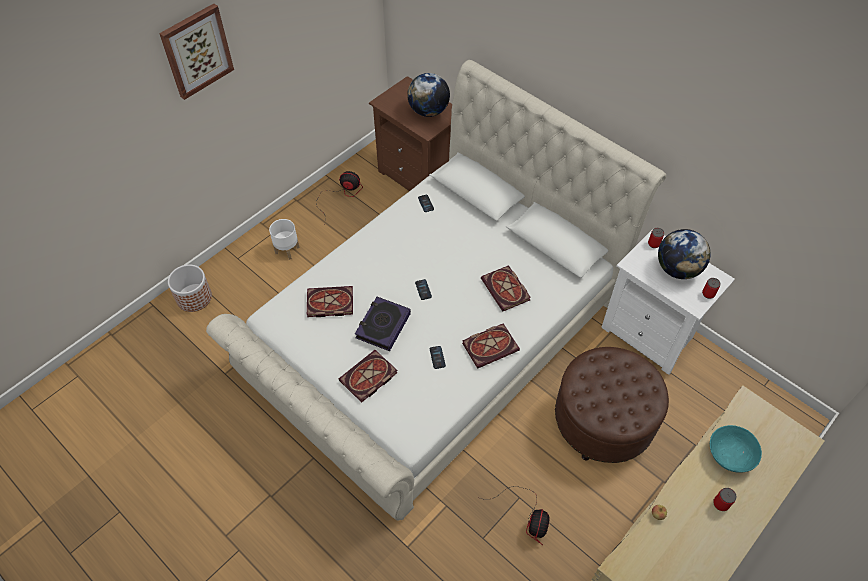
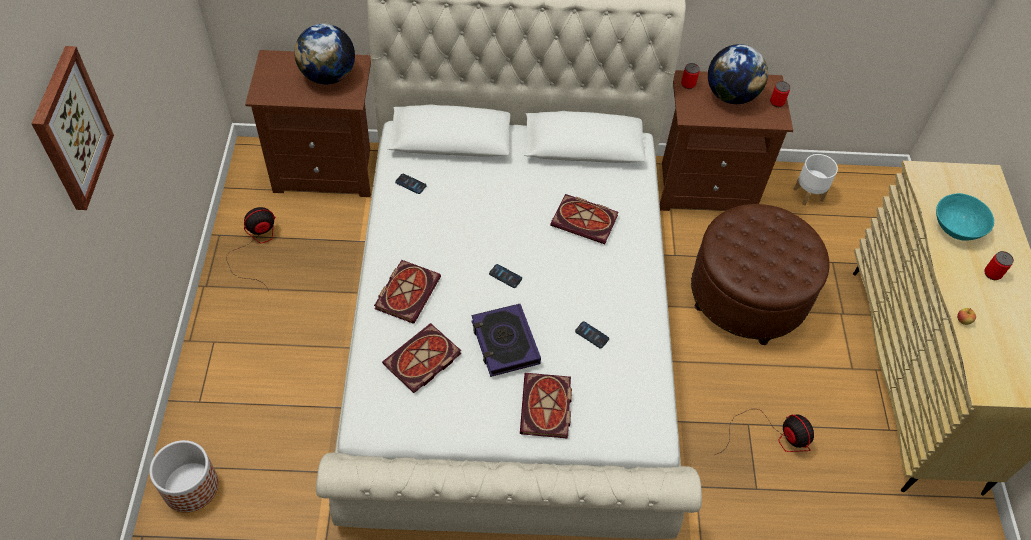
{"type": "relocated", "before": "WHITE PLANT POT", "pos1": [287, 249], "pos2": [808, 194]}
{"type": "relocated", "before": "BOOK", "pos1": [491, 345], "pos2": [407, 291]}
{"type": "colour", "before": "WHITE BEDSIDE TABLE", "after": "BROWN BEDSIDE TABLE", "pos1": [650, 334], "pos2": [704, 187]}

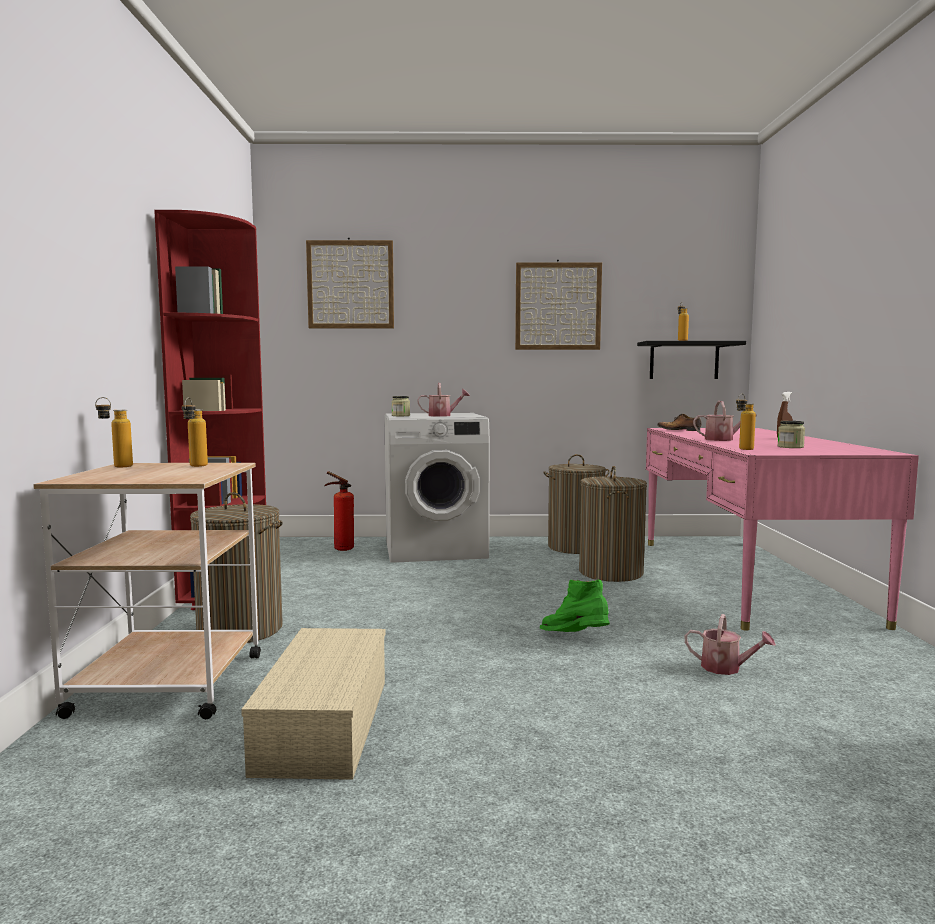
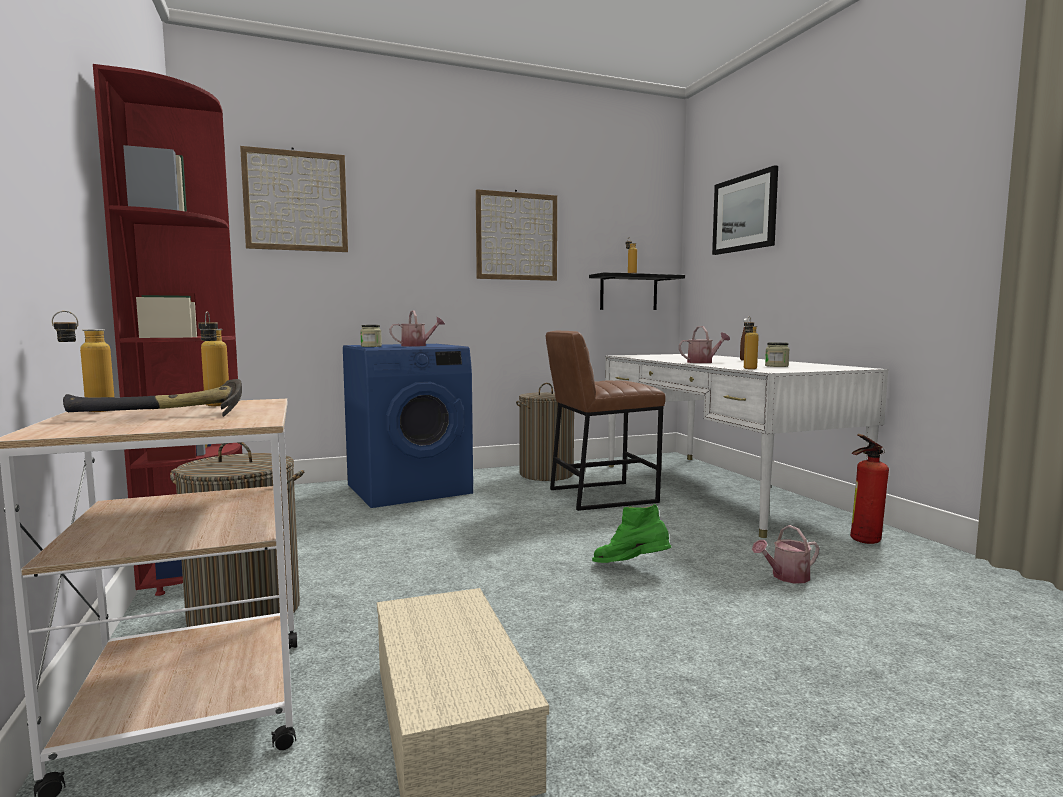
{"type": "missing", "before": "SHOE", "pos1": [679, 430]}
{"type": "appeared", "after": "HAMMER", "pos2": [163, 416]}
{"type": "appeared", "after": "WALL ART", "pos2": [744, 213]}
{"type": "relocated", "before": "FIRE EXTINGUISHER", "pos1": [340, 549], "pos2": [862, 541]}
{"type": "exchanged", "before": "WASHING BASKET", "after": "BROWN UPRIGHT CHAIR", "pos1": [610, 572], "pos2": [601, 496]}
{"type": "colour", "before": "WHITE LAUNDRY APPLIANCE", "after": "BLUE LAUNDRY APPLIANCE", "pos1": [435, 549], "pos2": [410, 489]}
{"type": "colour", "before": "PINKISH DESK UNIT", "after": "WHITE DESK UNIT", "pos1": [746, 578], "pos2": [718, 489]}
{"type": "spun", "before": "WATERING POT", "pos1": [726, 668], "pos2": [786, 577], "turn": 150}

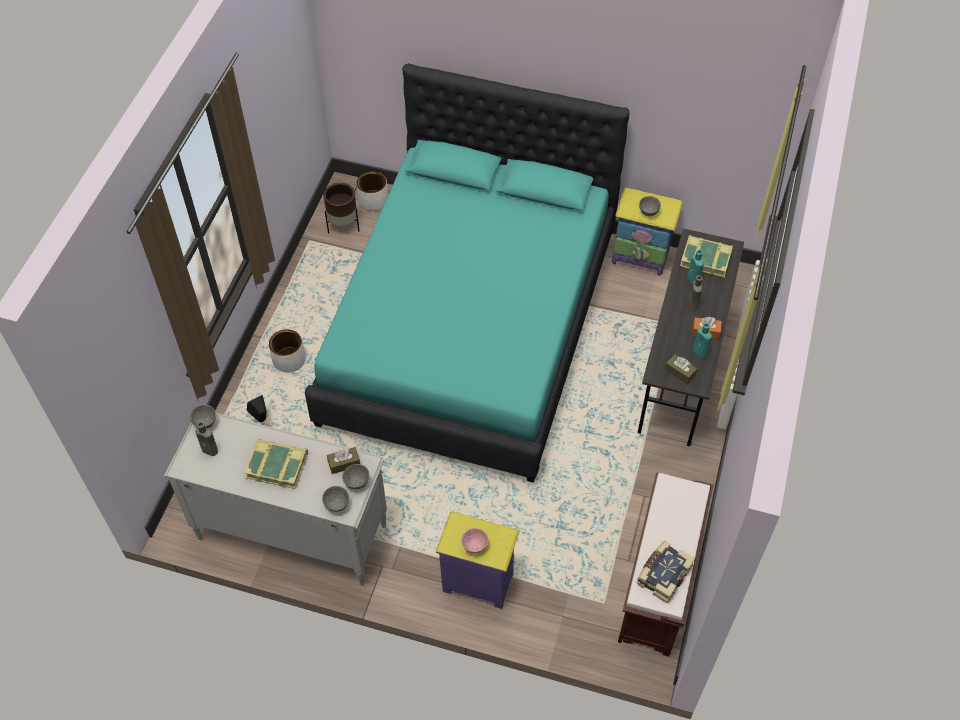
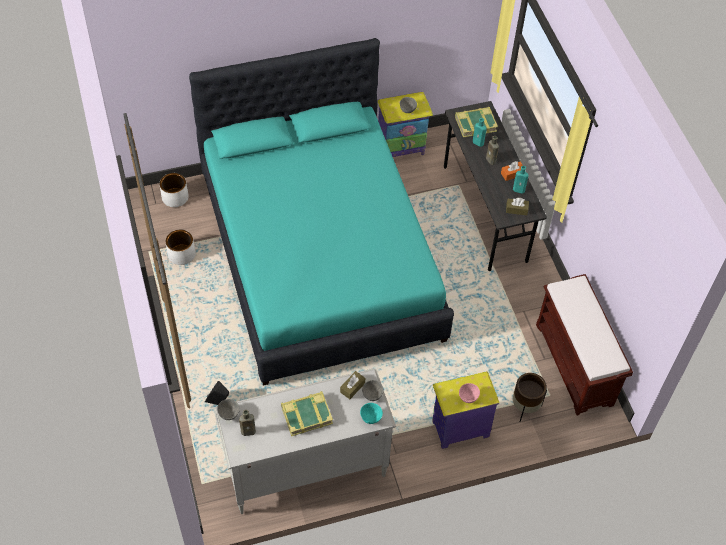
{"type": "missing", "before": "BOOK", "pos1": [663, 575]}
{"type": "relocated", "before": "WHITE PLANT POT", "pos1": [289, 359], "pos2": [181, 254]}
{"type": "relocated", "before": "BROWN PLANT POT", "pos1": [343, 225], "pos2": [524, 407]}
{"type": "colour", "before": "GREYISH BOWL", "after": "TURQUOISE-COLOURED BOWL", "pos1": [337, 505], "pos2": [371, 418]}

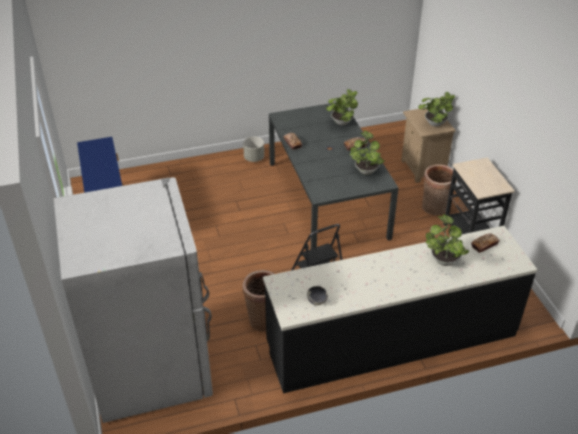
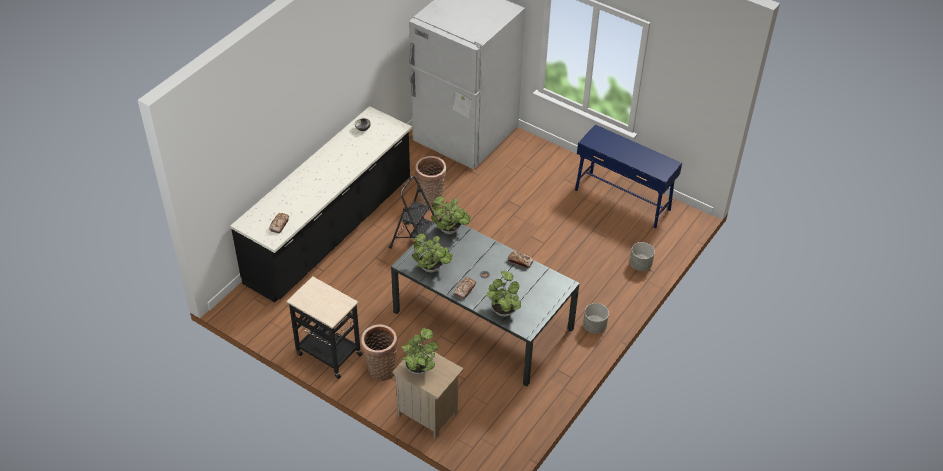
{"type": "appeared", "after": "GREYISH PLANT POT", "pos2": [640, 265]}
{"type": "relocated", "before": "HOUSEPLANT", "pos1": [443, 259], "pos2": [451, 230]}

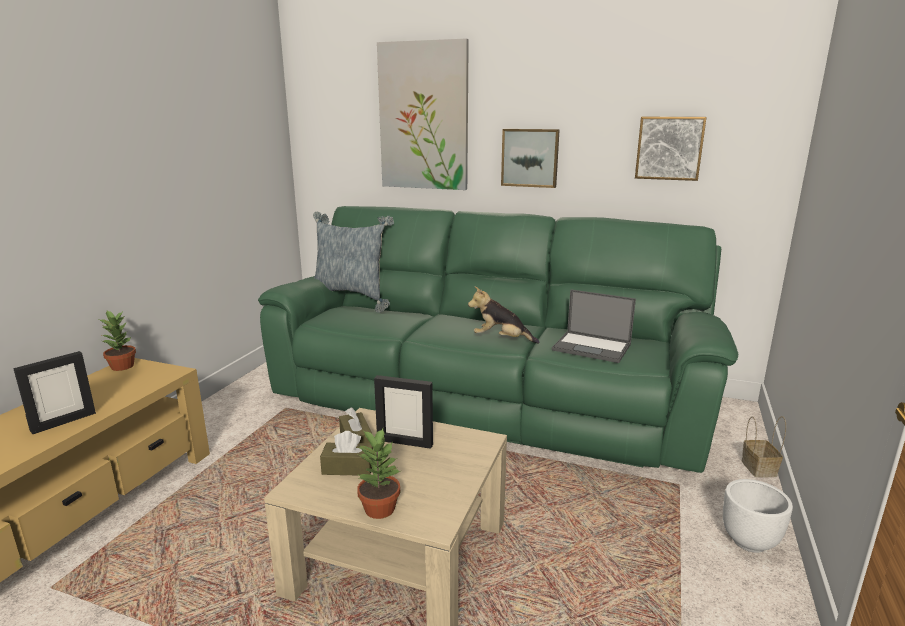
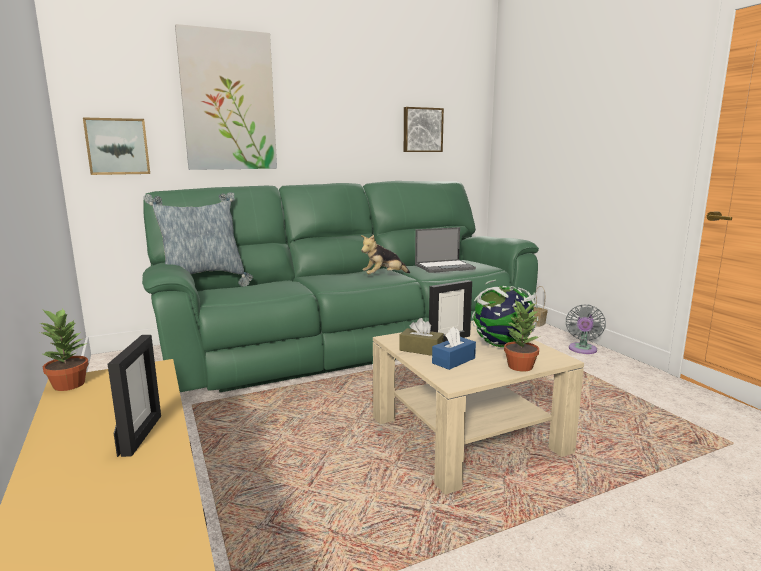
{"type": "appeared", "after": "GLOBE", "pos2": [502, 345]}
{"type": "relocated", "before": "WALL ART", "pos1": [530, 157], "pos2": [117, 146]}
{"type": "exchanged", "before": "WHITE PLANT POT", "after": "GREYISH COOLING FAN", "pos1": [750, 542], "pos2": [582, 350]}
{"type": "colour", "before": "BROWN BOX OF TISSUES", "after": "BLUE BOX OF TISSUES", "pos1": [348, 467], "pos2": [453, 361]}

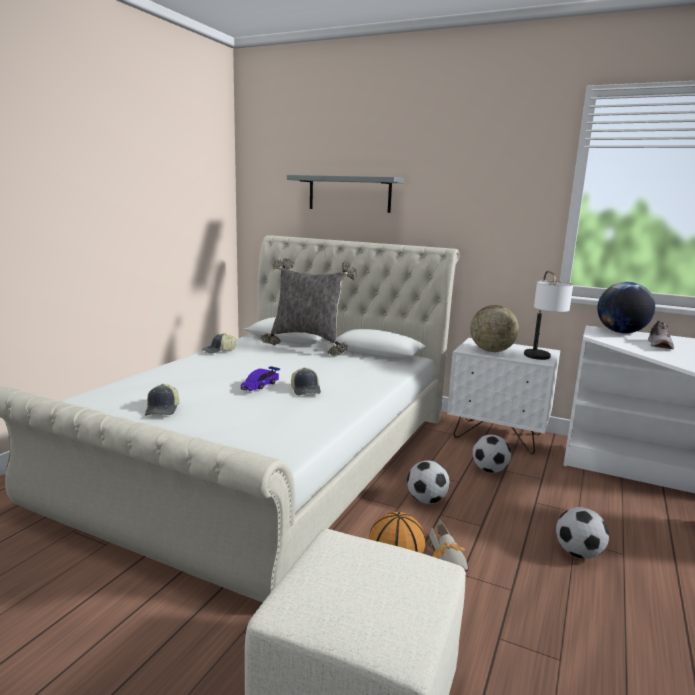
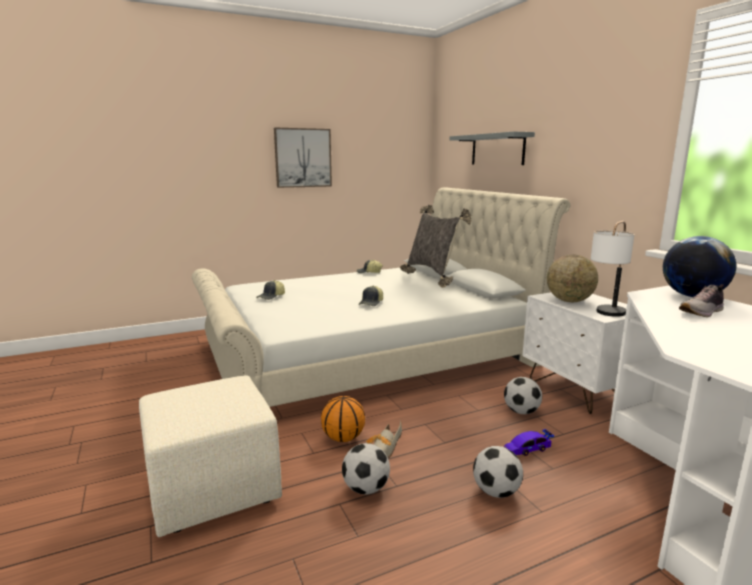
{"type": "appeared", "after": "WALL ART", "pos2": [303, 158]}
{"type": "relocated", "before": "TOY CAR", "pos1": [260, 385], "pos2": [527, 449]}
{"type": "relocated", "before": "FOOTBALL BALL", "pos1": [426, 500], "pos2": [366, 489]}

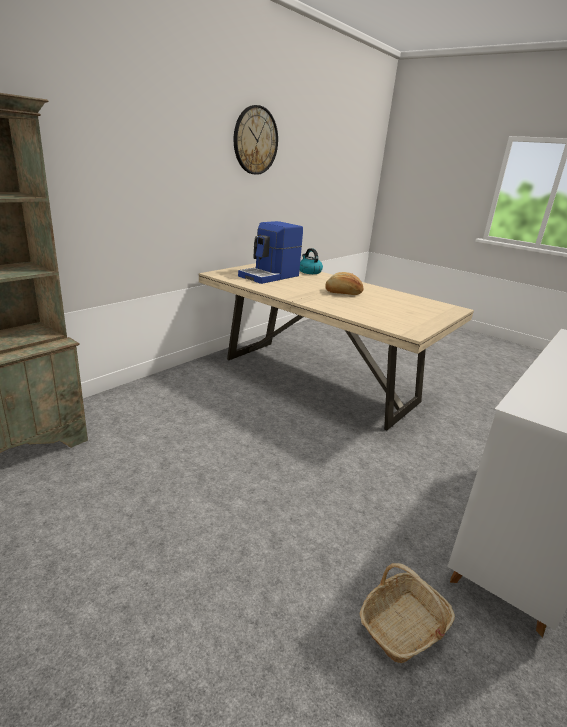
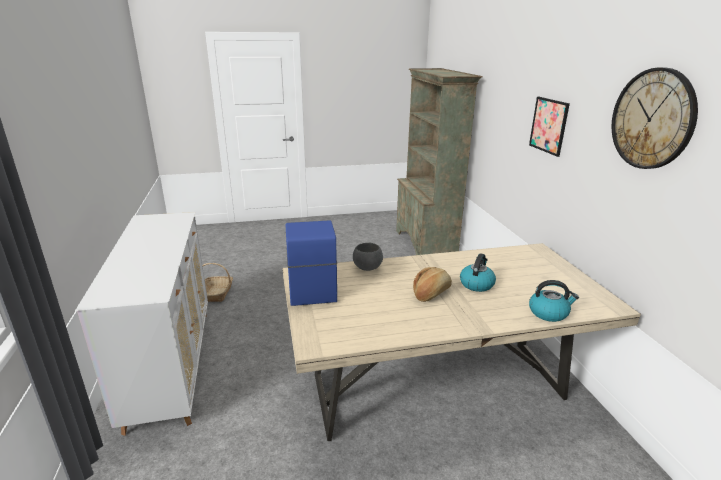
{"type": "appeared", "after": "GREYISH BOWL", "pos2": [368, 268]}
{"type": "appeared", "after": "KETTLE", "pos2": [476, 284]}
{"type": "appeared", "after": "WALL ART", "pos2": [549, 125]}
{"type": "relocated", "before": "COFFEE BREWER", "pos1": [270, 276], "pos2": [310, 285]}

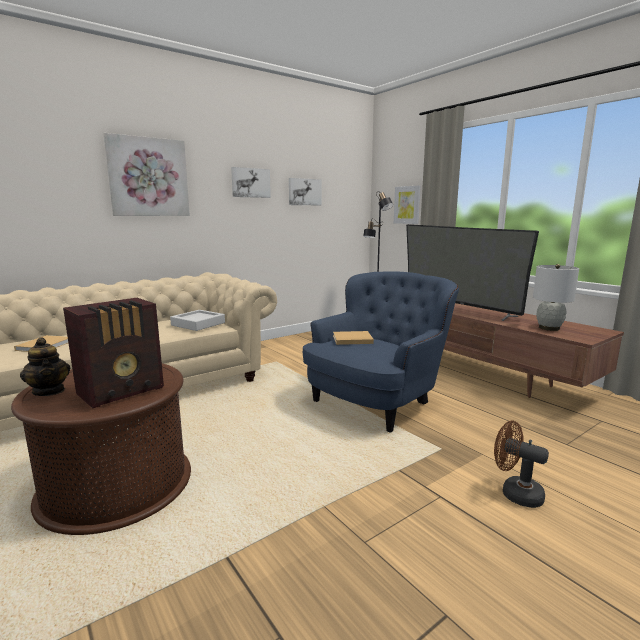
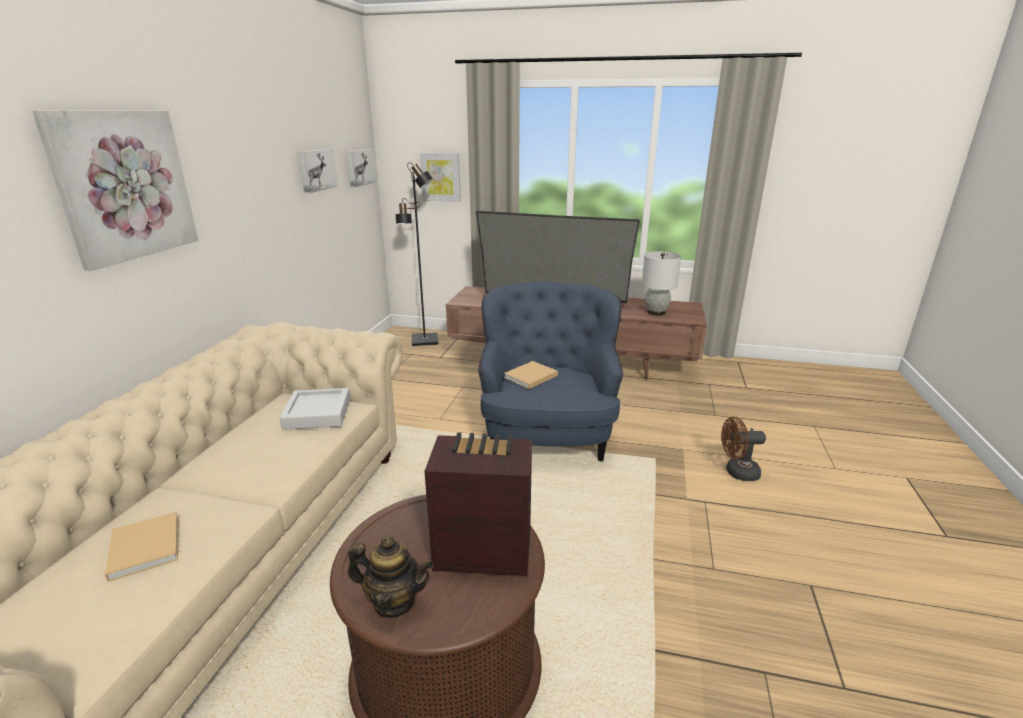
{"type": "relocated", "before": "WALL ART", "pos1": [250, 183], "pos2": [360, 167]}
{"type": "spun", "before": "RADIO SET", "pos1": [123, 391], "pos2": [481, 550], "turn": -90}

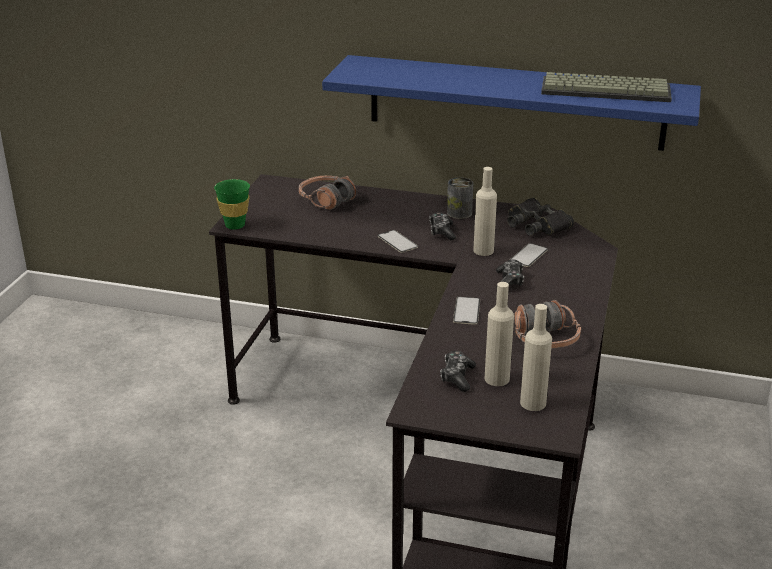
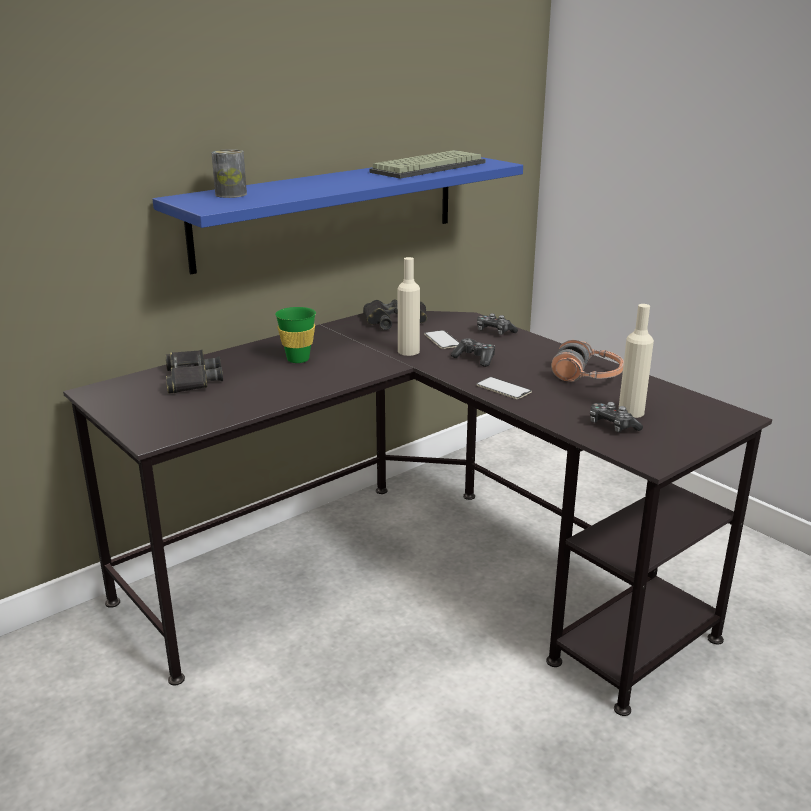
{"type": "missing", "before": "TELEPHONE", "pos1": [397, 241]}
{"type": "missing", "before": "SAND-COLOURED BOTTLE", "pos1": [533, 403]}
{"type": "relocated", "before": "GREEN-COLOURED CUP", "pos1": [235, 225], "pos2": [298, 359]}
{"type": "relocated", "before": "JOYPAD", "pos1": [442, 232], "pos2": [494, 332]}
{"type": "relocated", "before": "METAL CAN", "pos1": [459, 213], "pos2": [231, 194]}
{"type": "exchanged", "before": "PAIR OF HEADPHONES", "after": "BLACK-COLOURED BINOCULARS", "pos1": [326, 200], "pos2": [191, 379]}

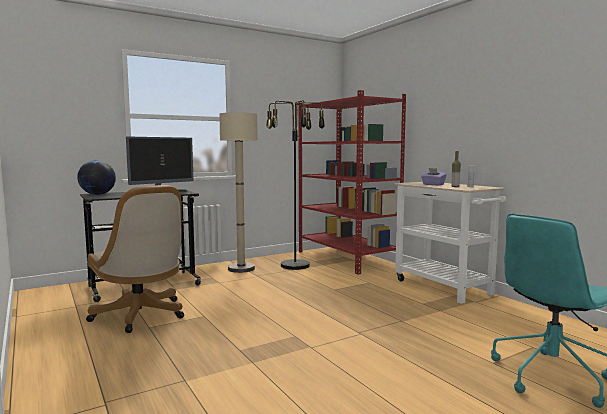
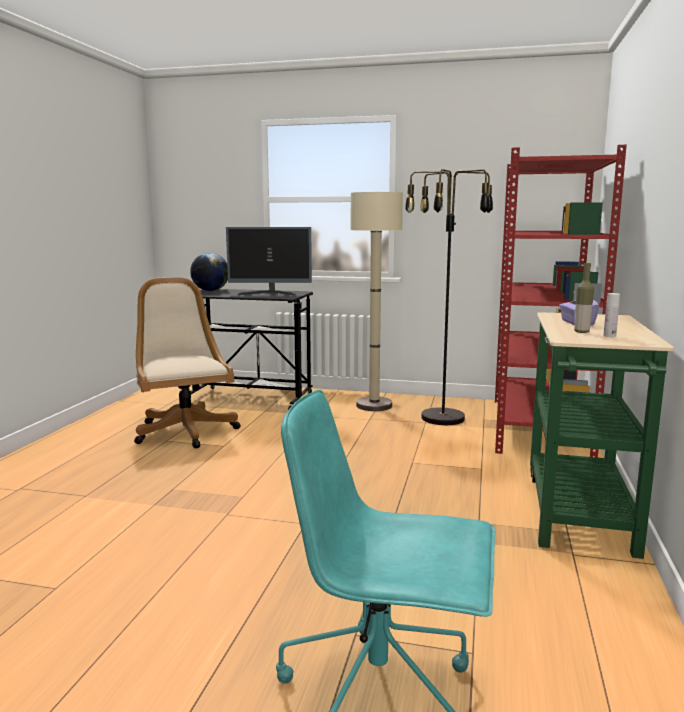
{"type": "colour", "before": "WHITE WHEELED CART", "after": "GREEN-COLOURED WHEELED CART", "pos1": [443, 287], "pos2": [579, 514]}
{"type": "spun", "before": "DESK CHAIR", "pos1": [142, 316], "pos2": [184, 429], "turn": 150}

